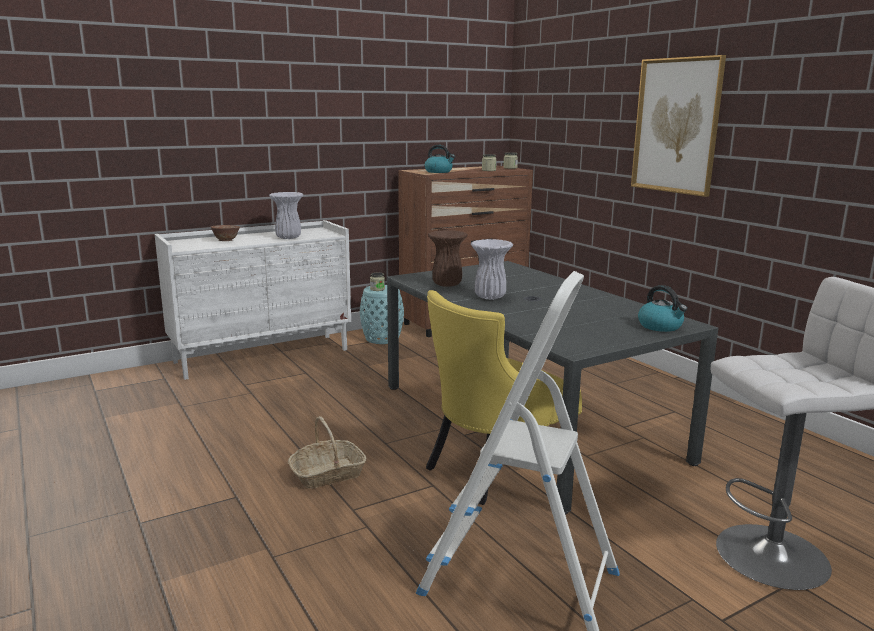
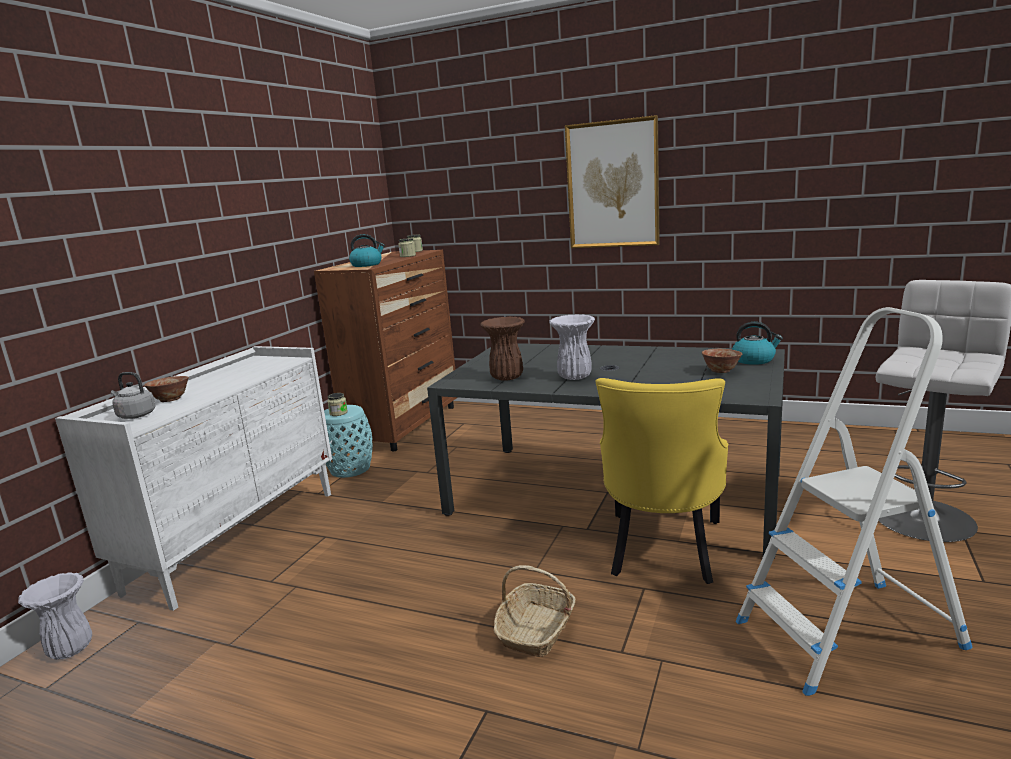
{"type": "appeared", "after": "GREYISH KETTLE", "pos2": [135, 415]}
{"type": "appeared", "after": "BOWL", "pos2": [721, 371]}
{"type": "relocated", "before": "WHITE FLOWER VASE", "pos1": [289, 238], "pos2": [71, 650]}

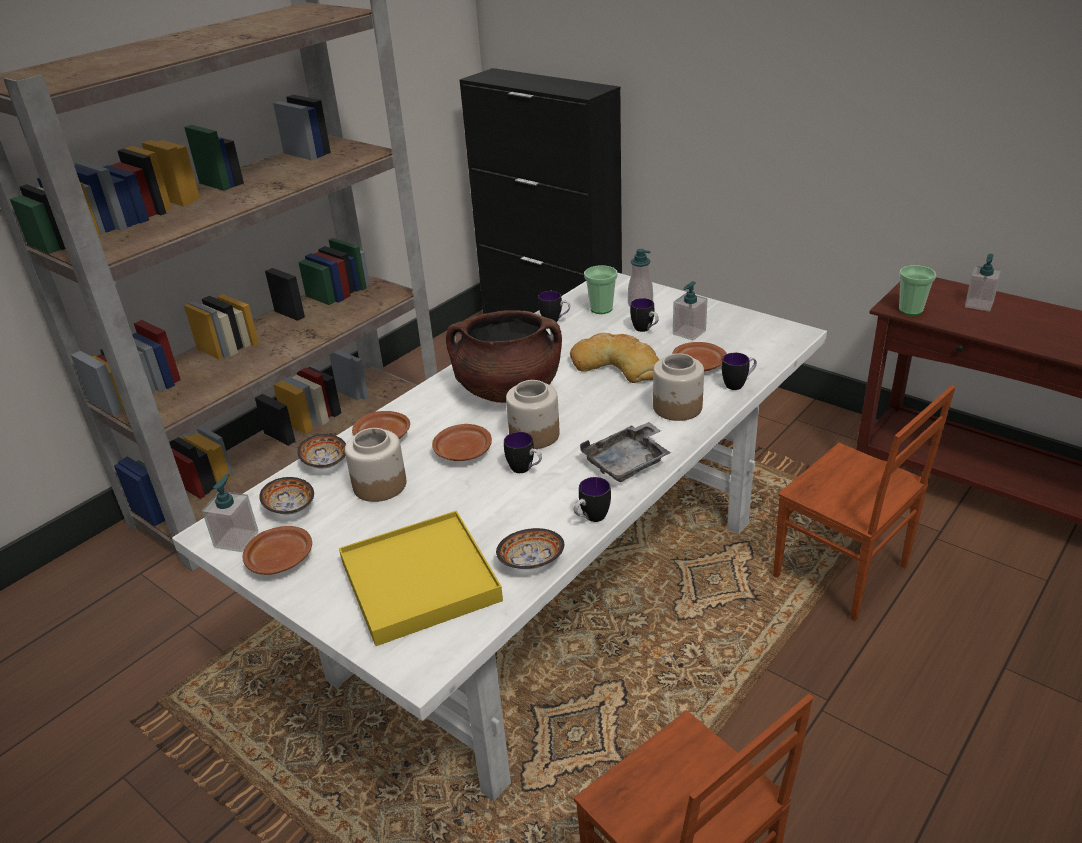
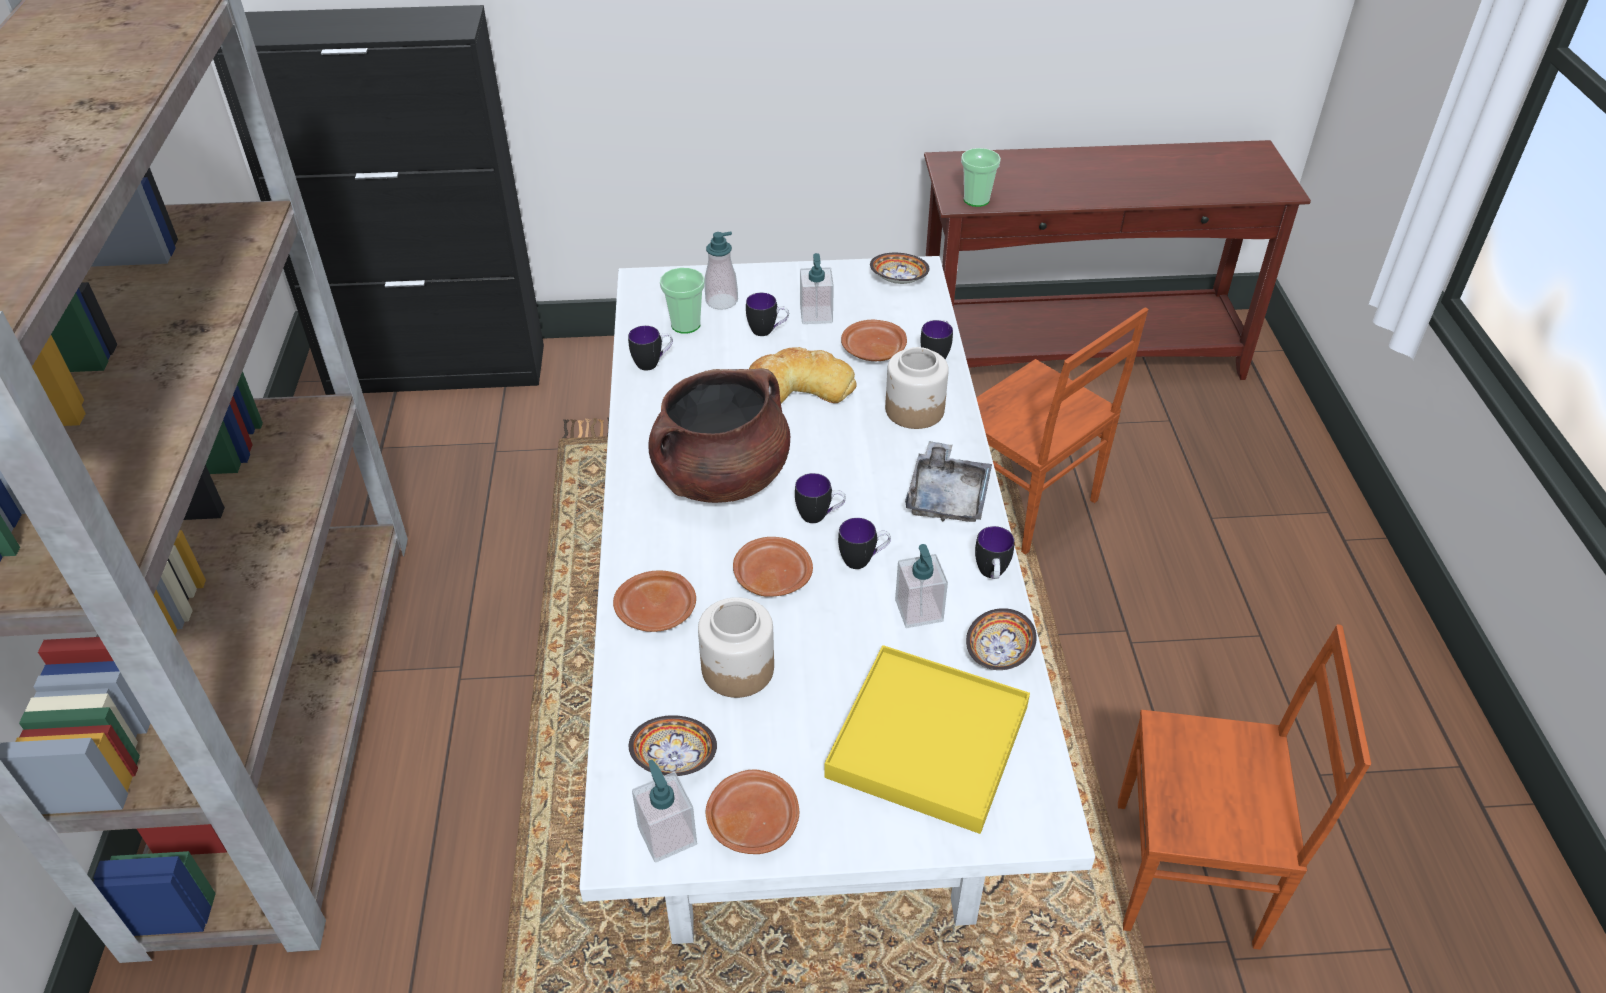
{"type": "relocated", "before": "BOWL", "pos1": [324, 464], "pos2": [899, 281]}
{"type": "relocated", "before": "LIQUID SOAP BOTTLE", "pos1": [979, 304], "pos2": [919, 611]}
{"type": "exchanged", "before": "PRESERVE JAR", "after": "COFFEE MUG", "pos1": [534, 435], "pos2": [820, 516]}
{"type": "spun", "before": "BROWN UPRIGHT CHAIR", "pos1": [841, 573], "pos2": [1023, 504], "turn": 45}

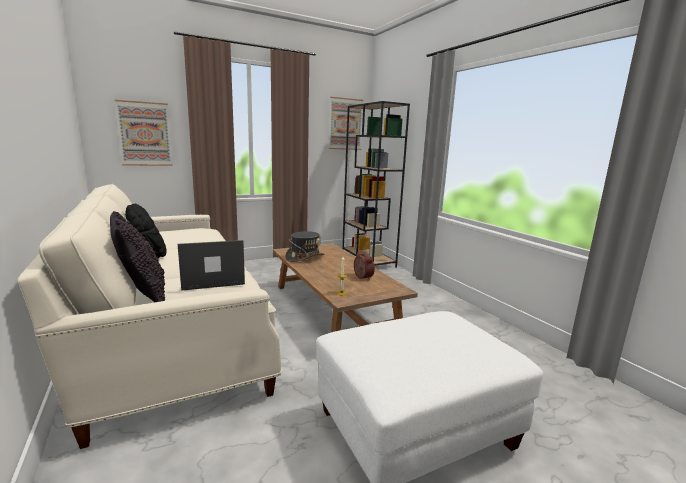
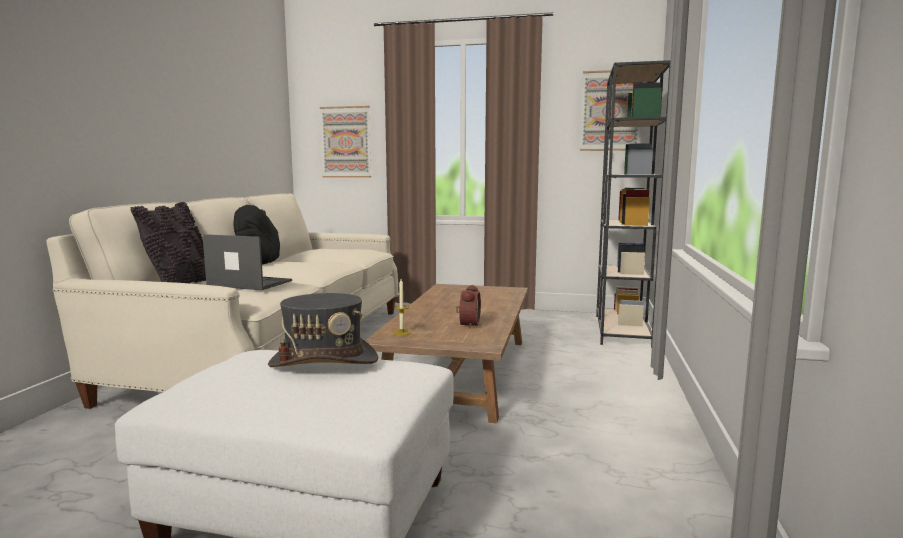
{"type": "relocated", "before": "GREYISH HAT", "pos1": [305, 257], "pos2": [324, 361]}

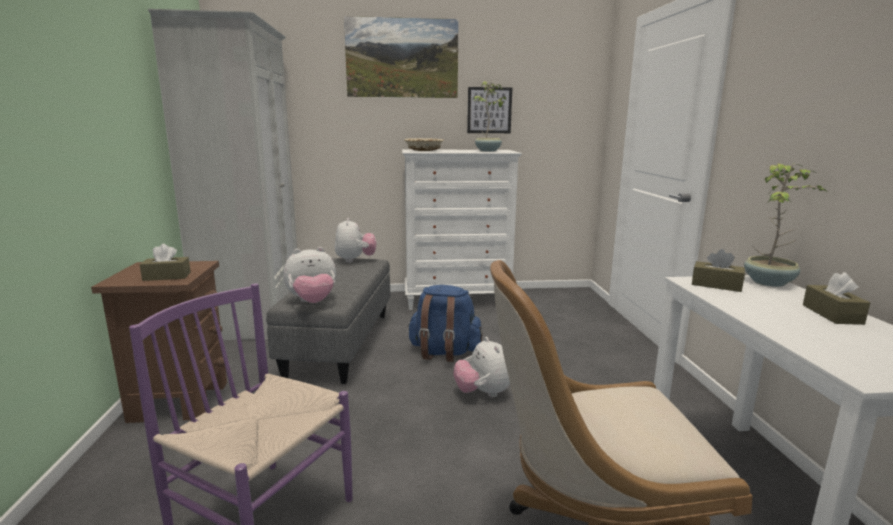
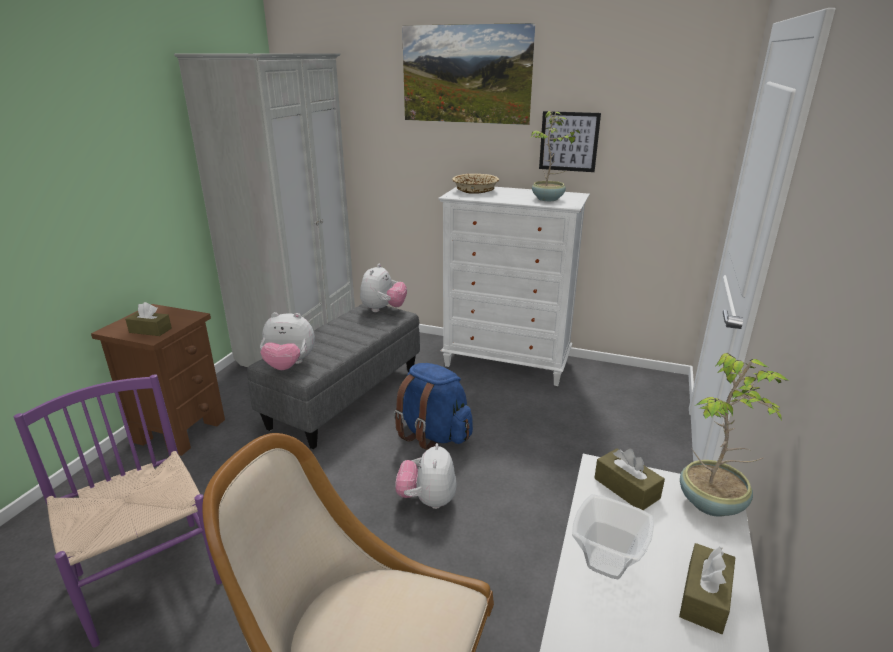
{"type": "appeared", "after": "BOWL", "pos2": [606, 561]}

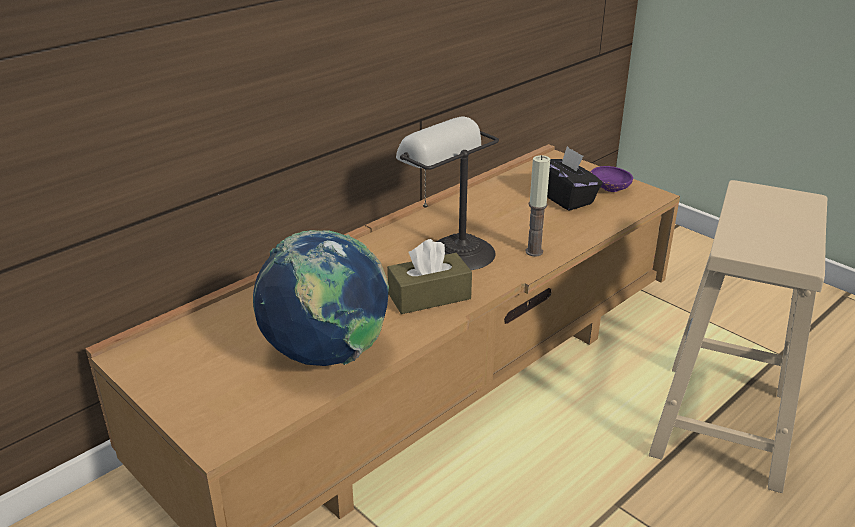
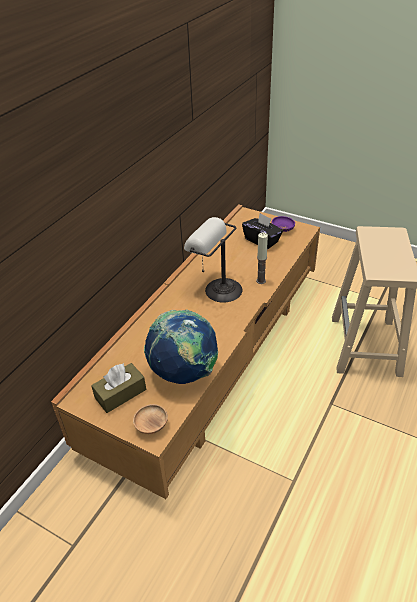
{"type": "appeared", "after": "BROWN BOWL", "pos2": [151, 425]}
{"type": "relocated", "before": "BROWN BOX OF TISSUES", "pos1": [429, 296], "pos2": [120, 394]}

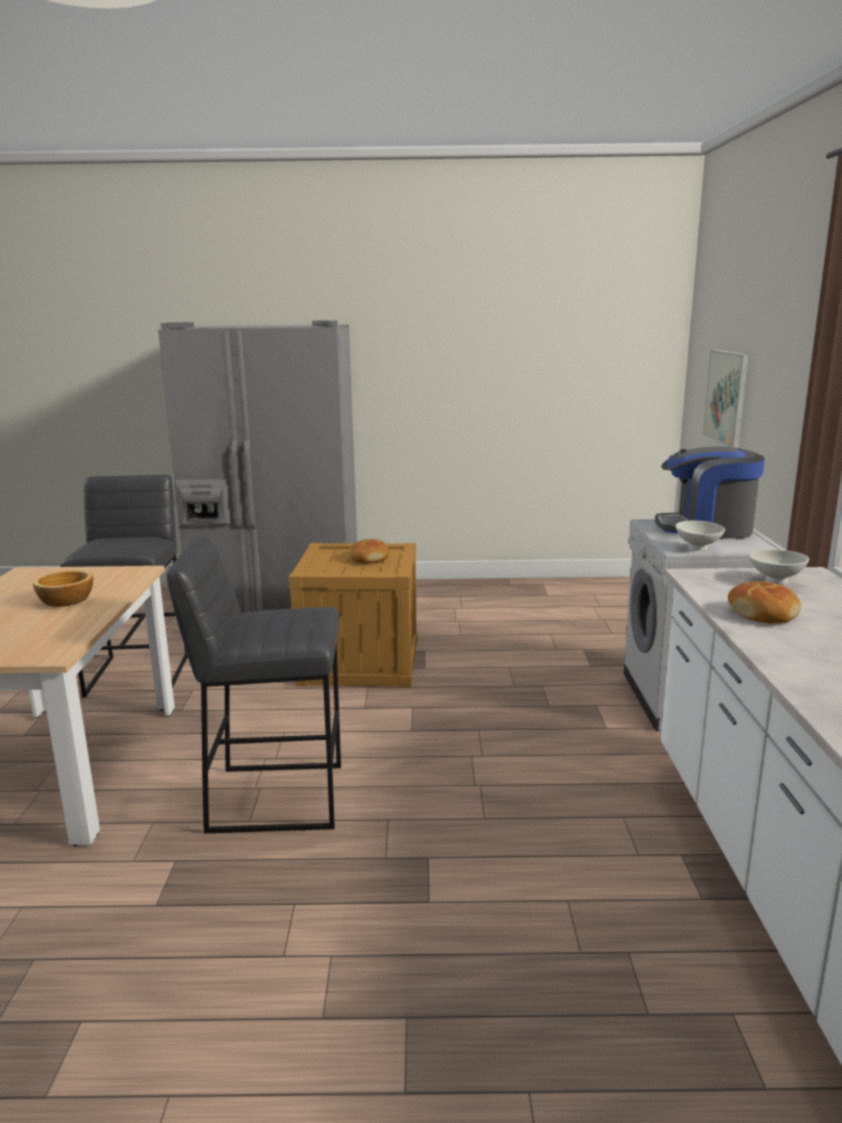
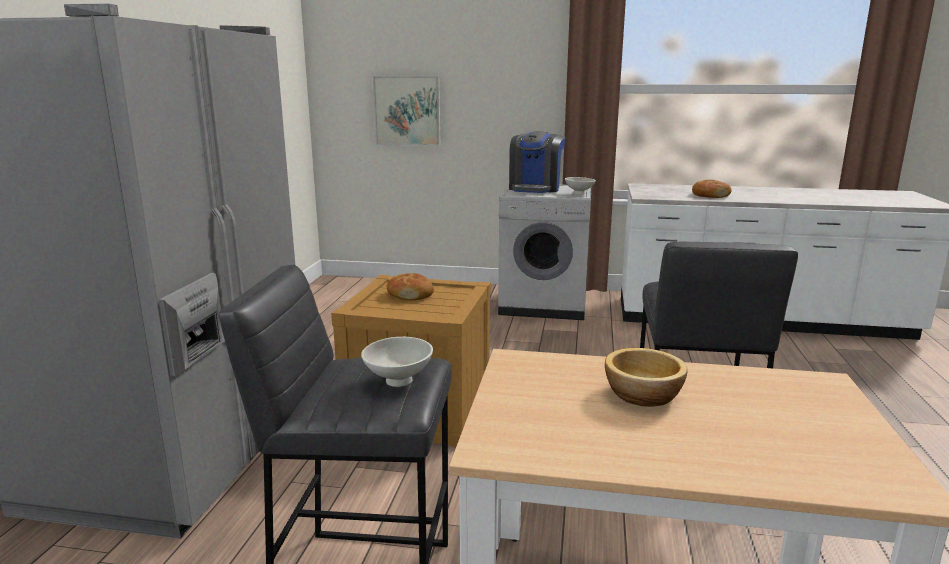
{"type": "relocated", "before": "WHITE BOWL", "pos1": [775, 581], "pos2": [399, 381]}

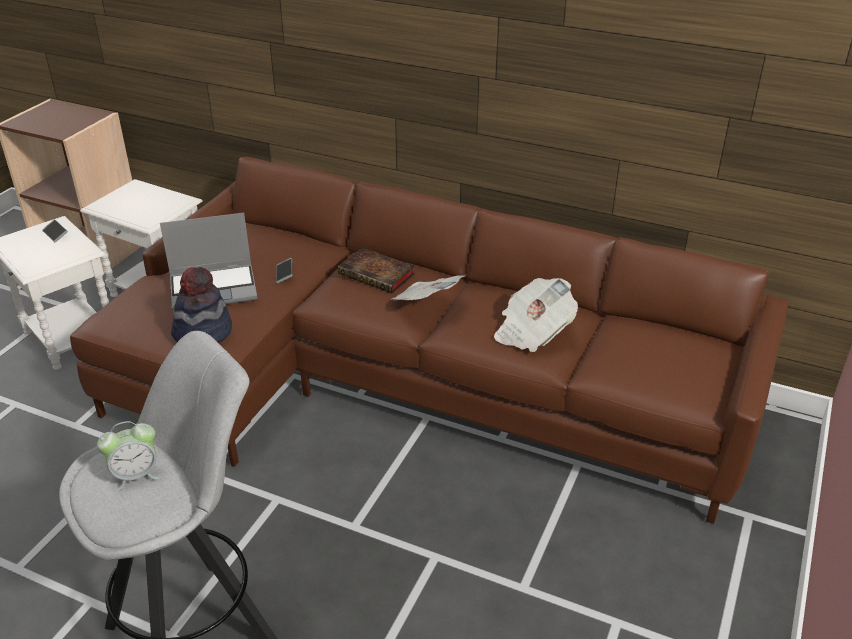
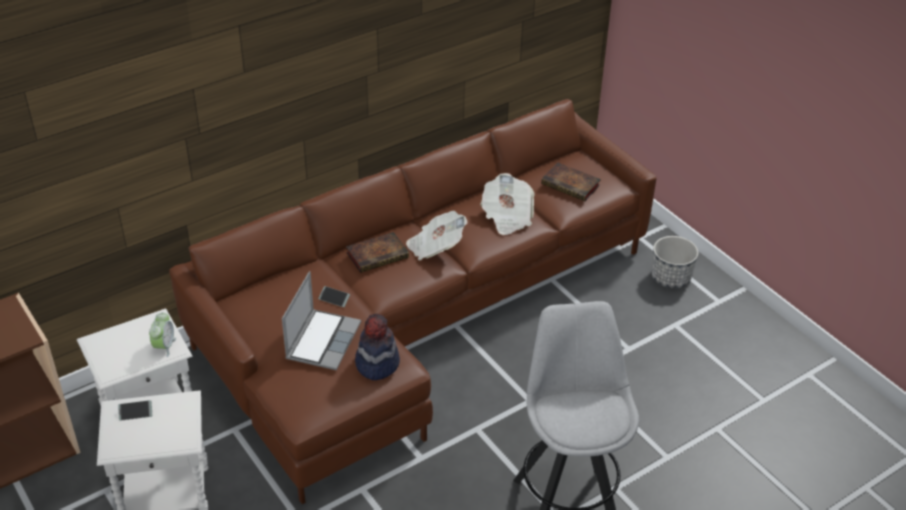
{"type": "appeared", "after": "BOOK", "pos2": [572, 185]}
{"type": "appeared", "after": "PLANT POT", "pos2": [670, 277]}
{"type": "relocated", "before": "BEDSIDE CLOCK", "pos1": [136, 475], "pos2": [164, 346]}

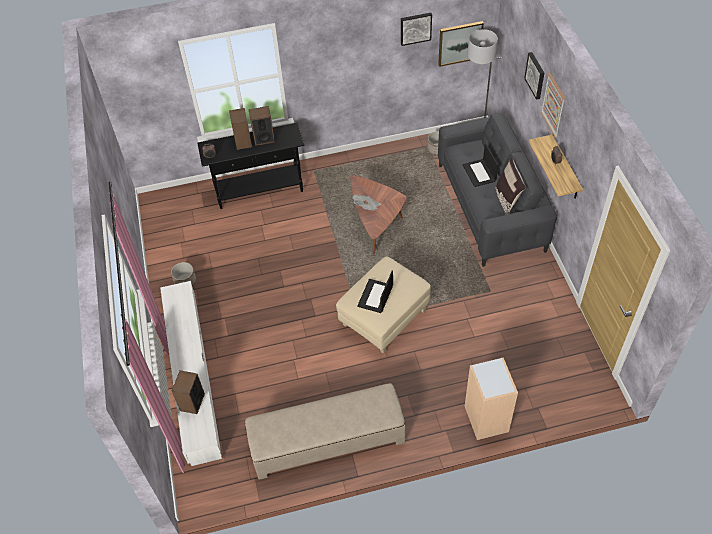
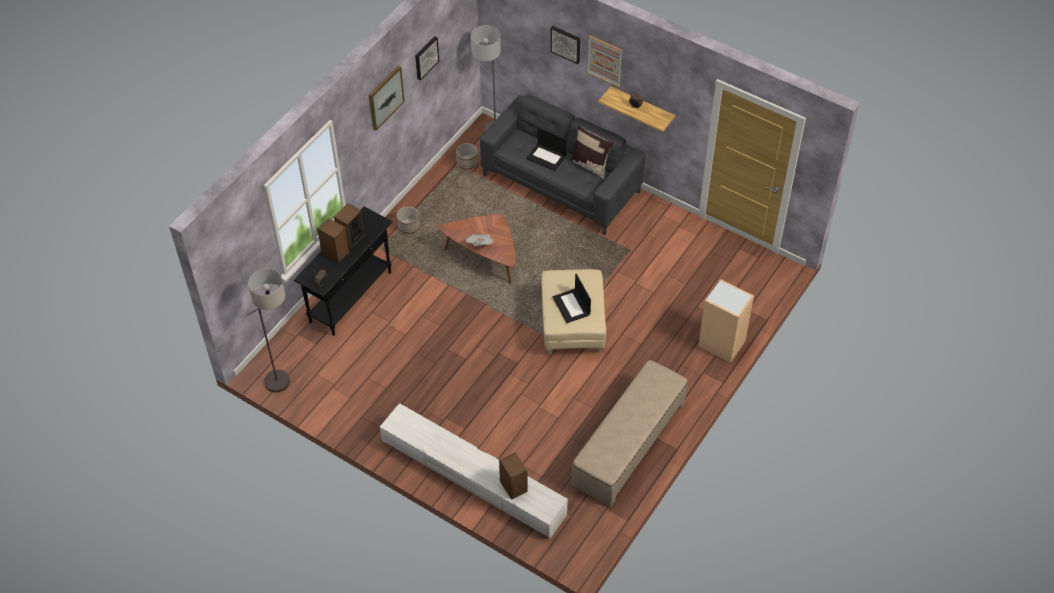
{"type": "appeared", "after": "GREYISH STANDING LAMP", "pos2": [284, 377]}
{"type": "relocated", "before": "PLANT POT", "pos1": [185, 281], "pos2": [409, 226]}
{"type": "relocated", "before": "WALL ART", "pos1": [460, 43], "pos2": [385, 97]}

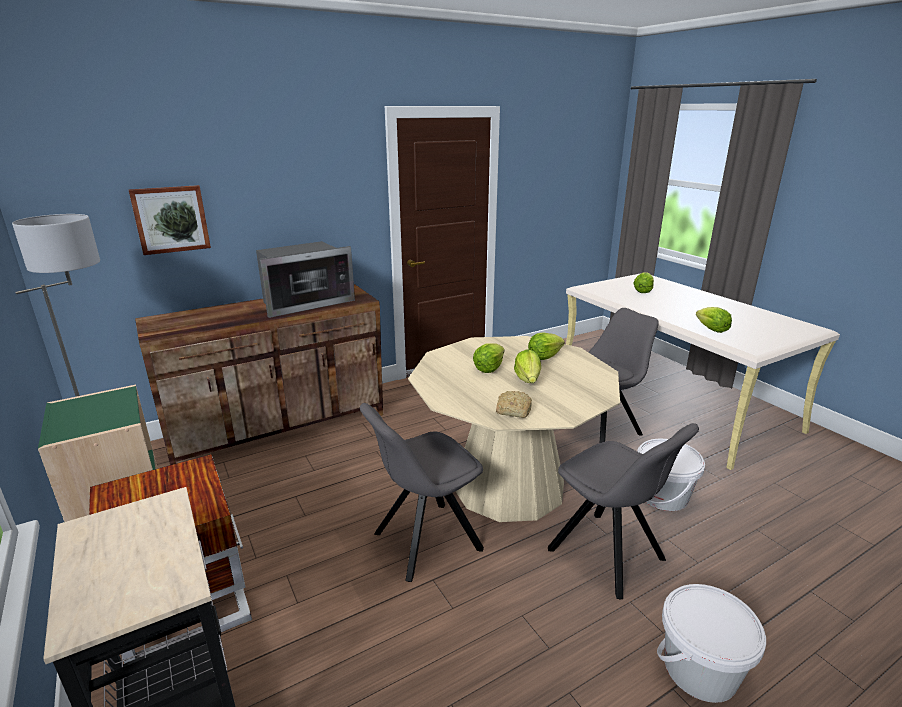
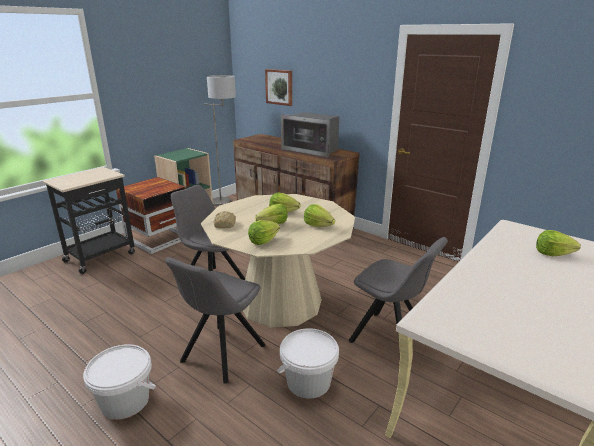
{"type": "relocated", "before": "HEAD OF LETTUCE", "pos1": [711, 329], "pos2": [263, 241]}

